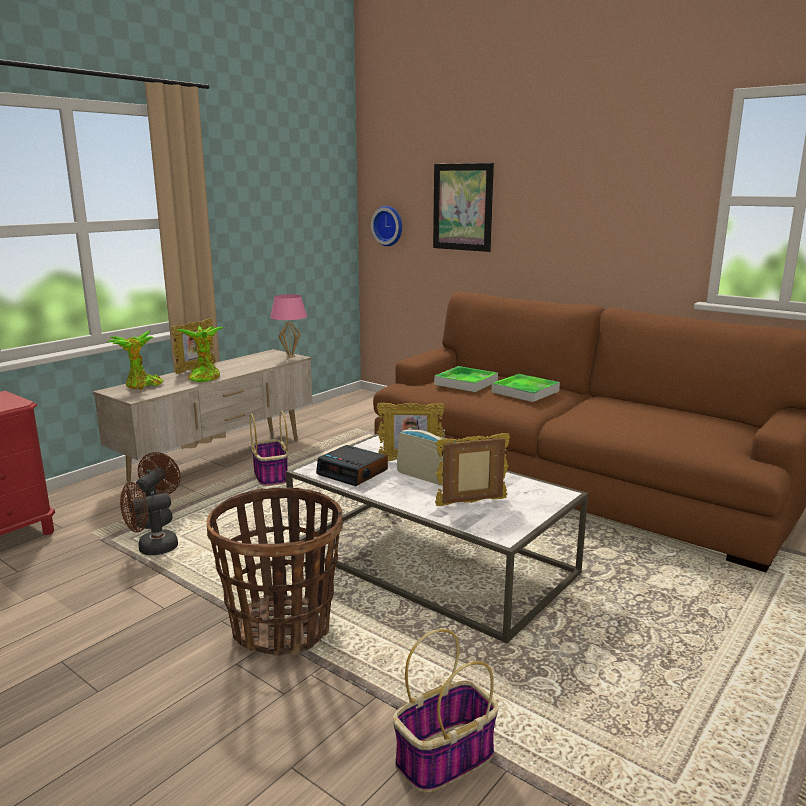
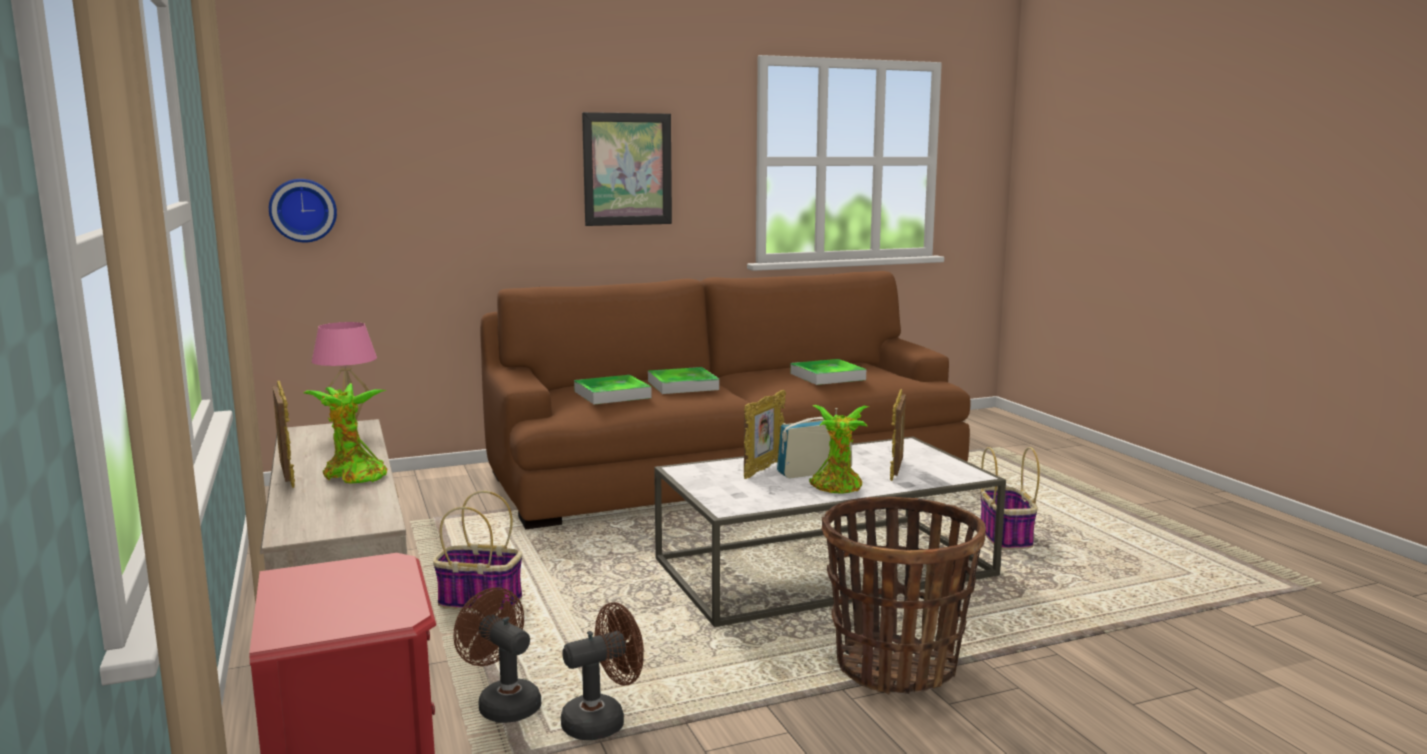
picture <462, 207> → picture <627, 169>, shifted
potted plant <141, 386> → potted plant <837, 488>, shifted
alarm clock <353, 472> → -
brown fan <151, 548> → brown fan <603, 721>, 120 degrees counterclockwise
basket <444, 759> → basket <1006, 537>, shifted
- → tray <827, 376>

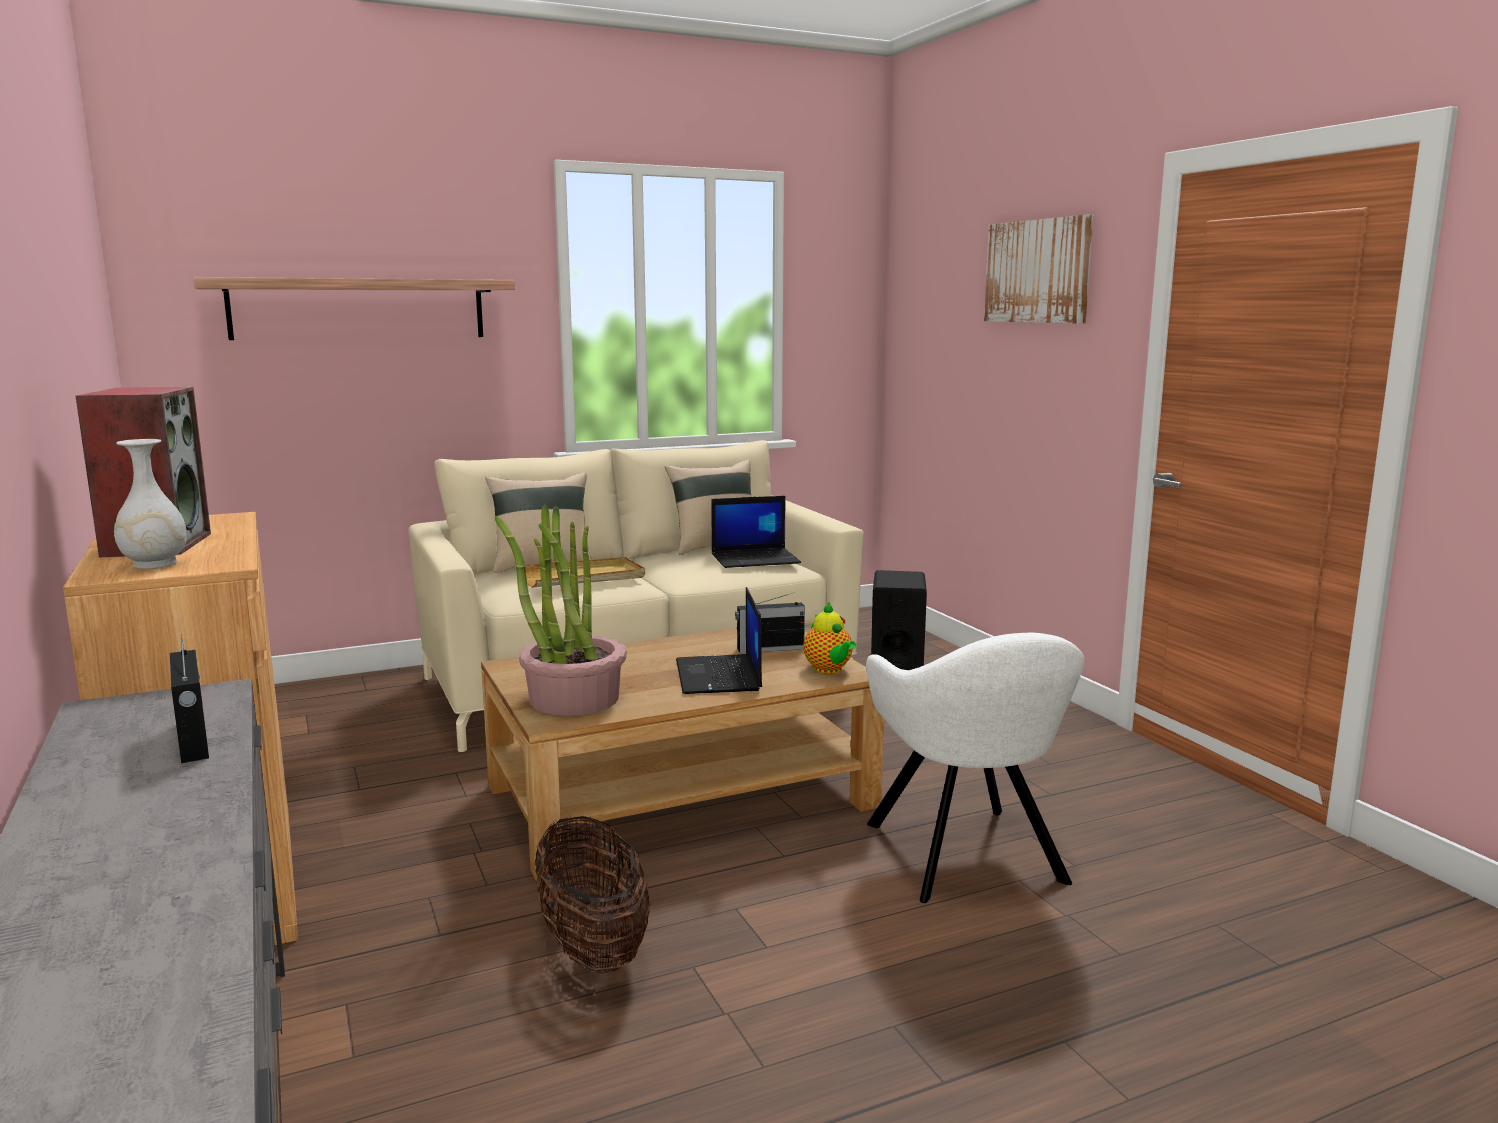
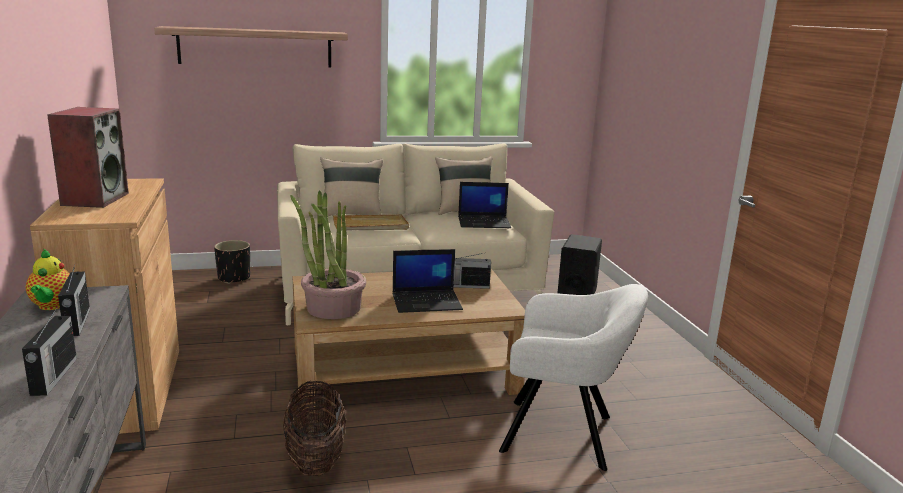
picture <1038, 271> → -
white vase <154, 564> → -
laptop <719, 676> → laptop <427, 302>, 105 degrees counterclockwise
teapot <829, 670> → teapot <51, 306>, shifted
white armchair <968, 857> → white armchair <563, 434>, 75 degrees counterclockwise
- → black planter <234, 278>
- → radio <53, 377>

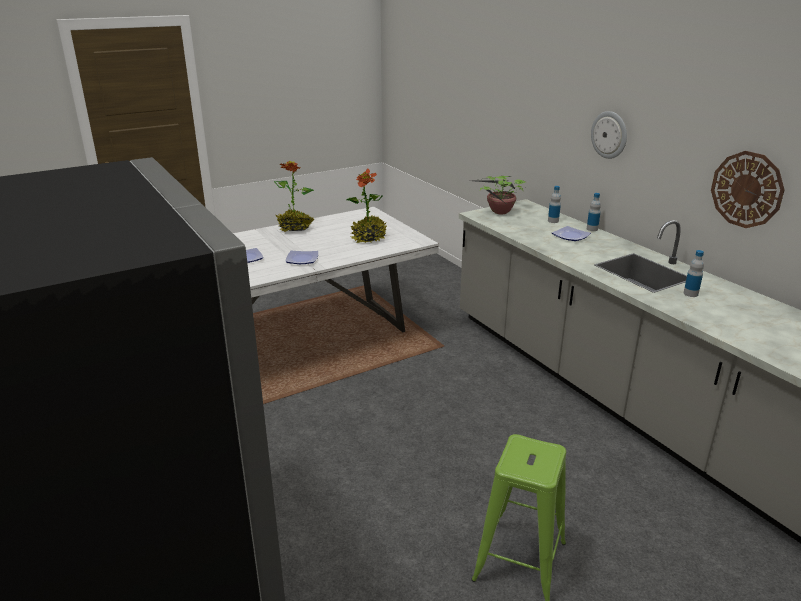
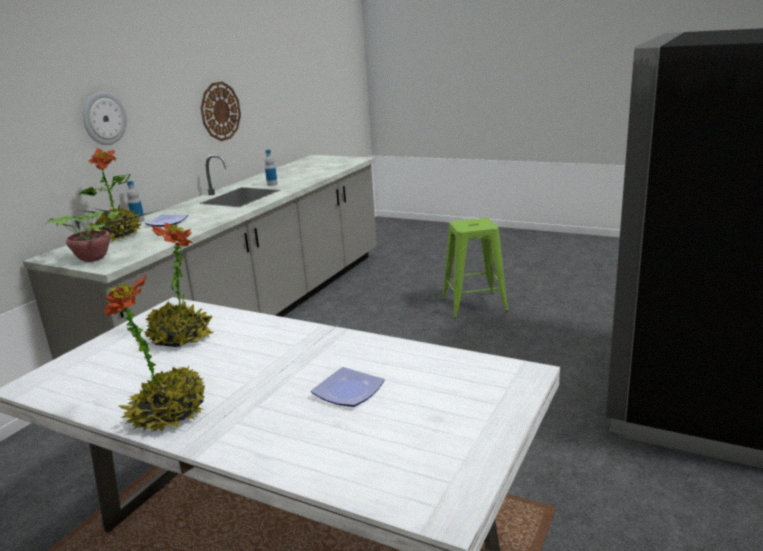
bottle <553, 221> → potted plant <118, 235>
plate <301, 259> → -

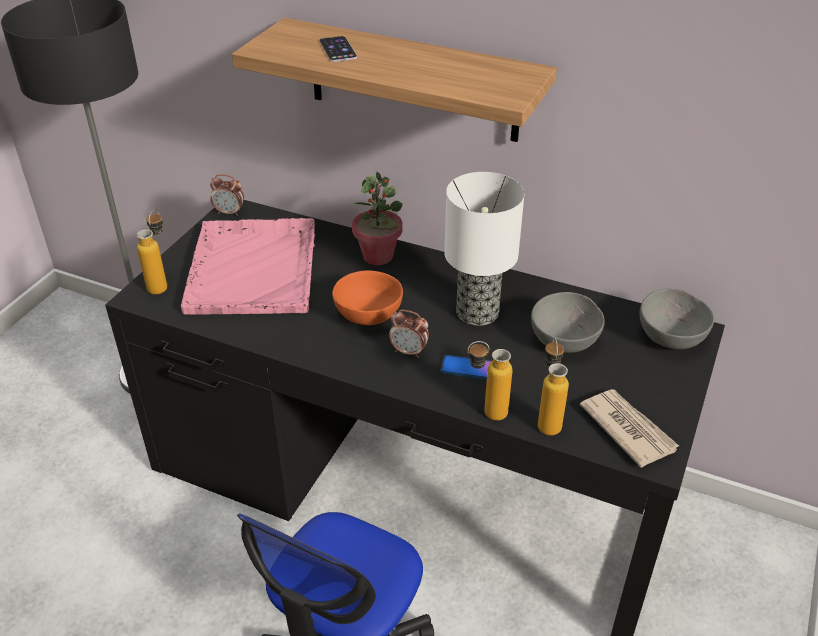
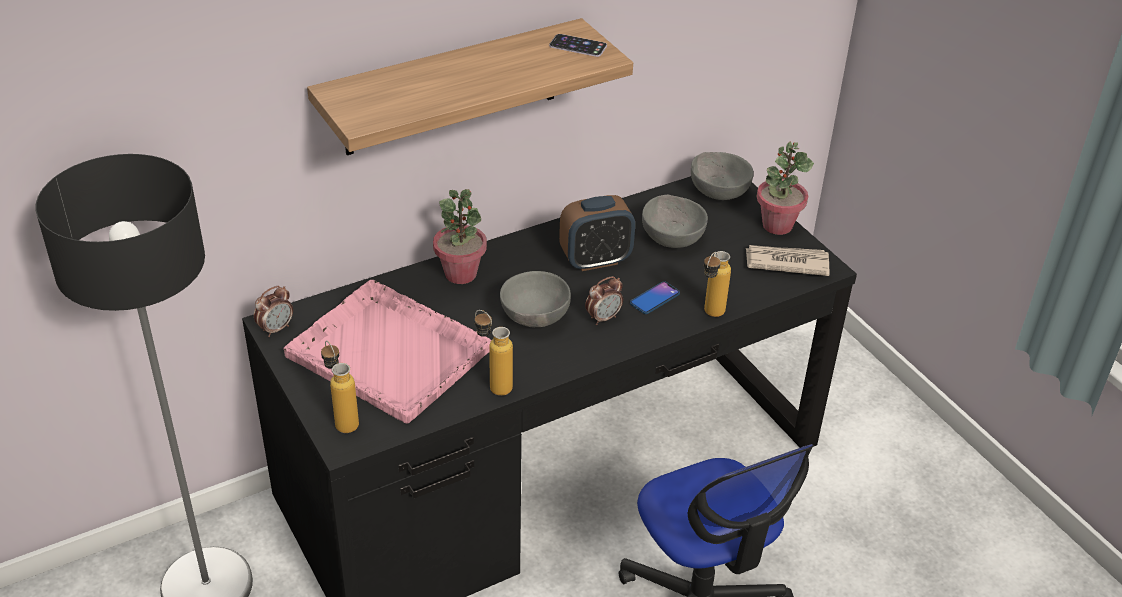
phone <338, 49> → phone <578, 46>, shifted
table lamp <478, 312> → alarm clock <595, 260>
orange bowl <366, 316> → grey bowl <534, 318>
bottle <547, 420> → bottle <493, 385>, shifted
- → potted plant <777, 225>

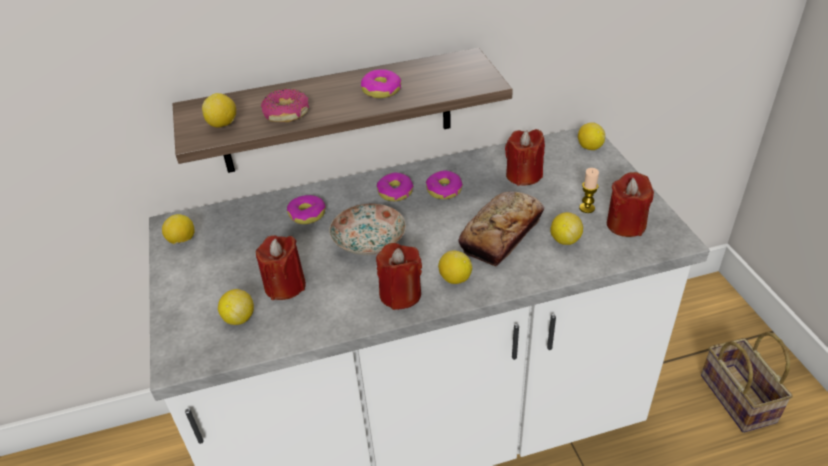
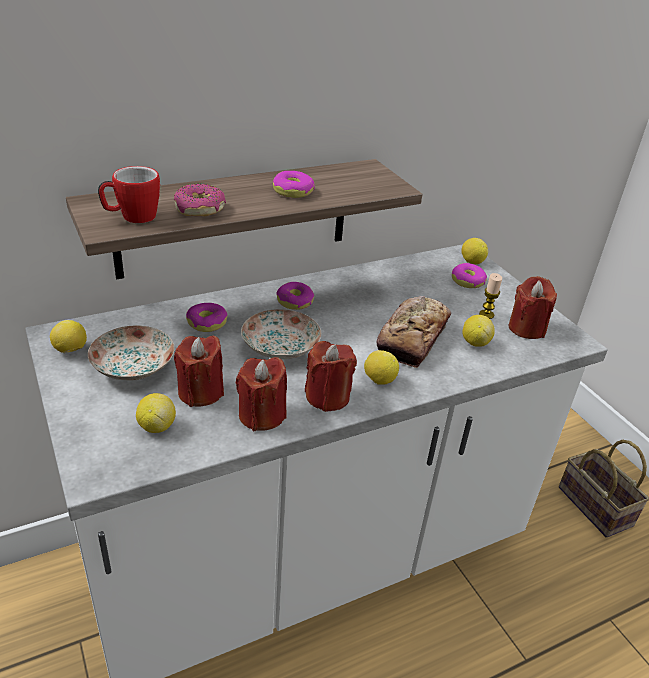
lemon <223, 125> → mug <132, 218>
red candle <523, 175> → red candle <261, 415>, shifted
donut <444, 190> → donut <468, 281>, shifted
- → plate <132, 366>

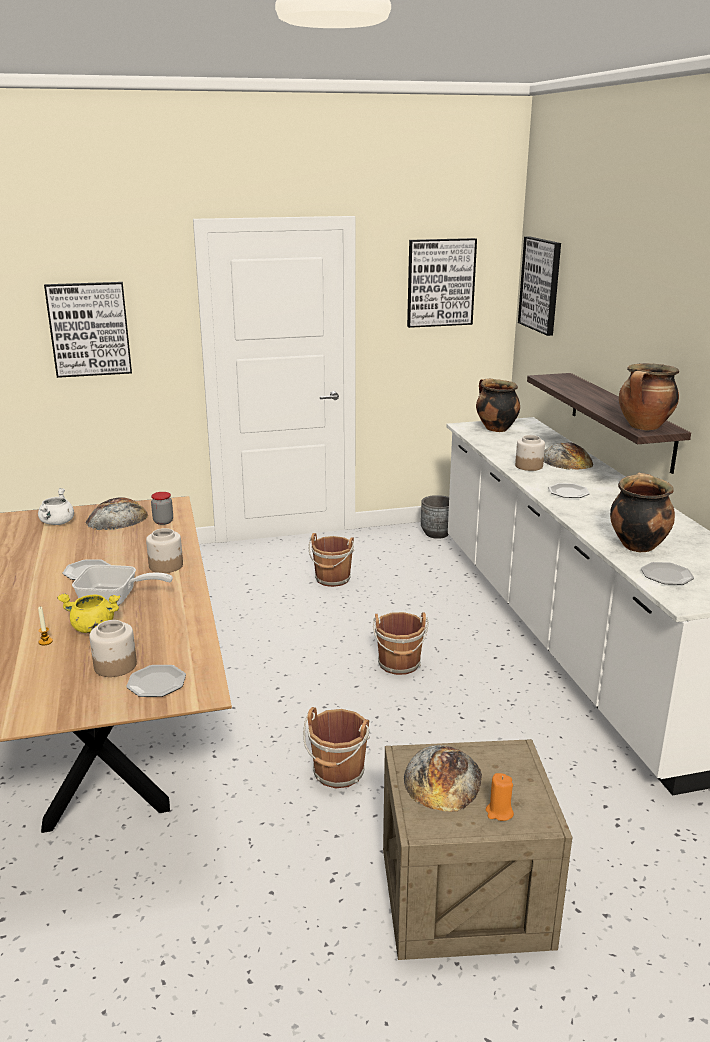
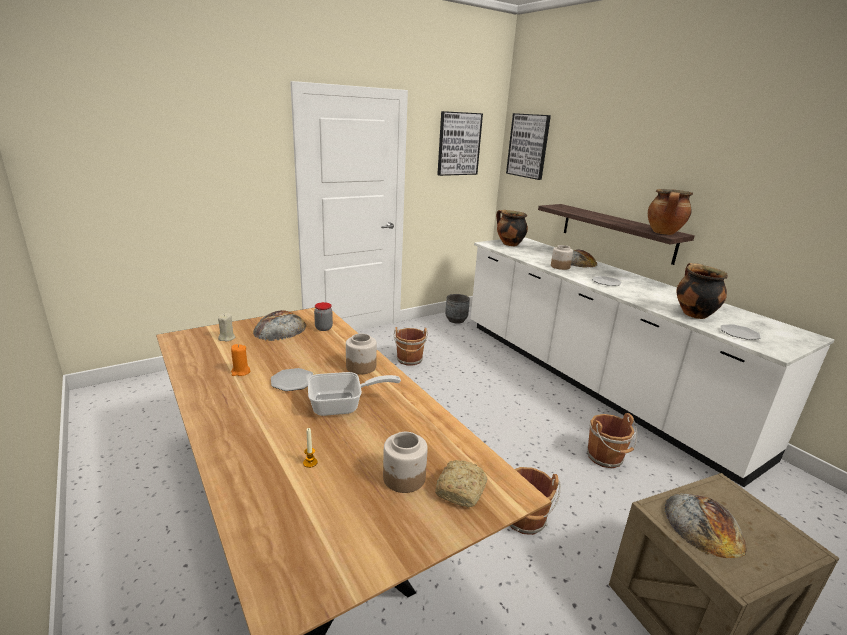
picture <89, 329> → -
white cooking pot <57, 523> → beige candle <227, 338>
yellow cooking pot <92, 628> → -
brown bucket <399, 665> → brown bucket <606, 458>, shifted
plate <157, 683> → bread <462, 490>
orange candle <499, 812> → orange candle <240, 372>, shifted

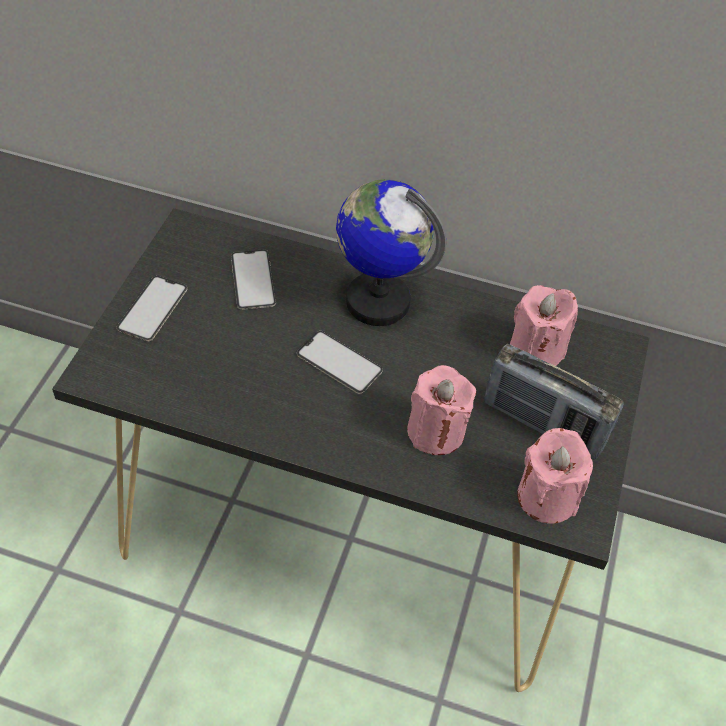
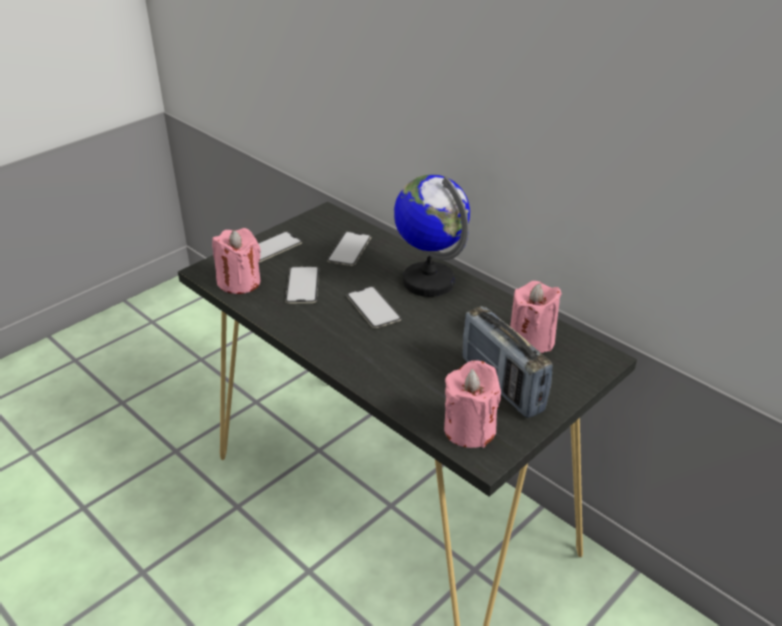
pink candle <436, 431> → pink candle <239, 282>, shifted
- → phone <302, 285>

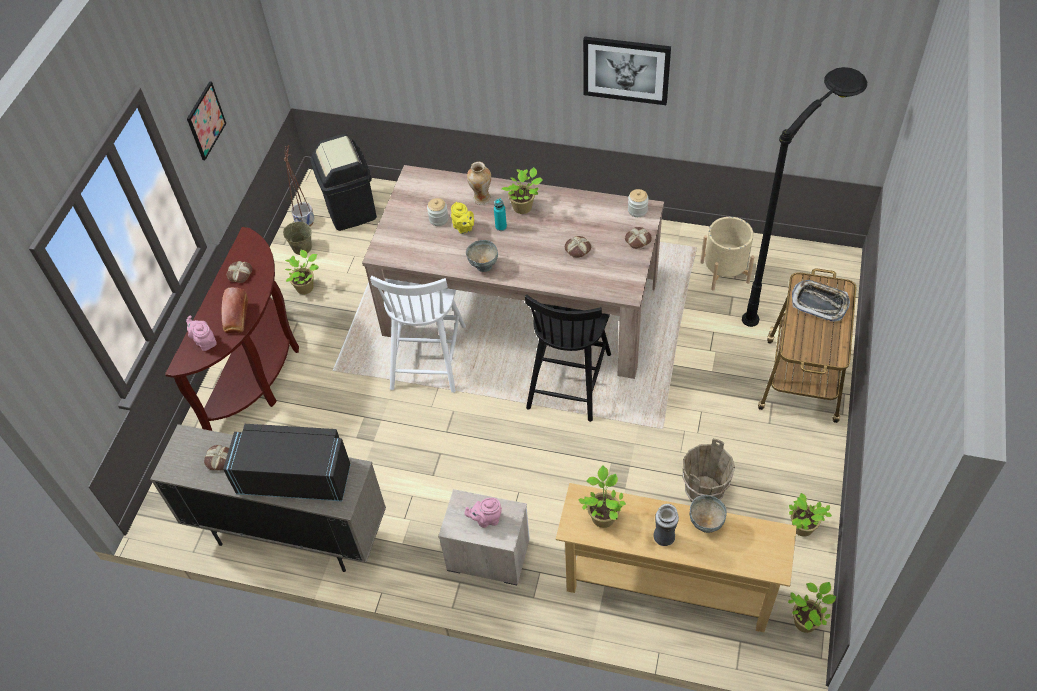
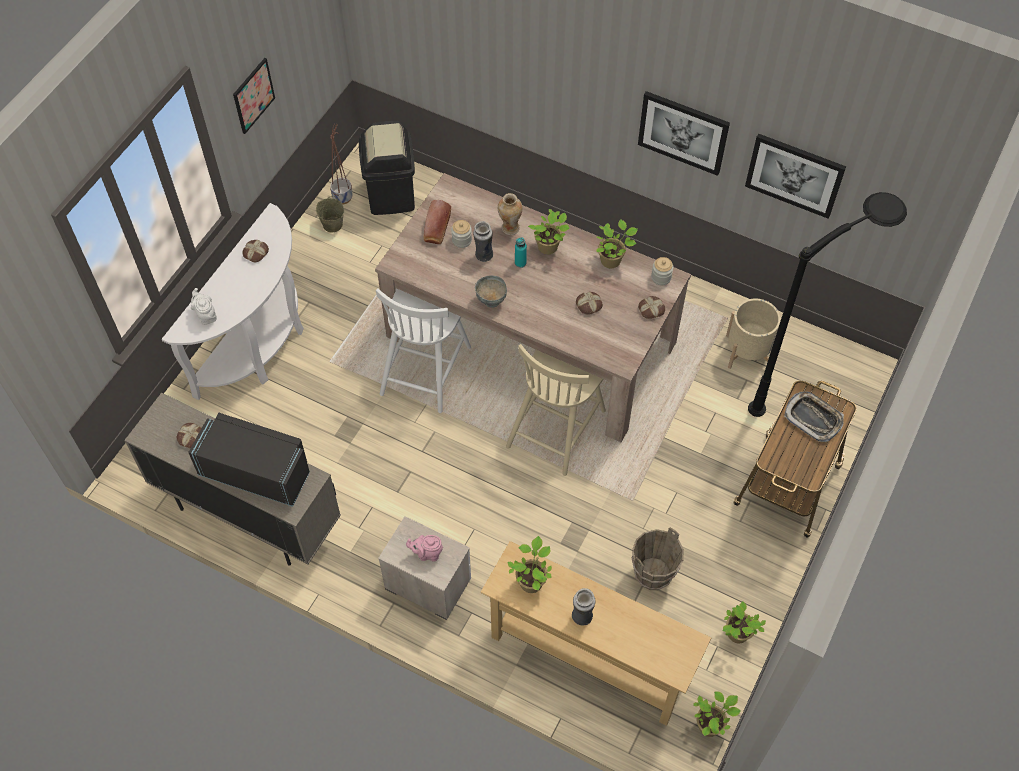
yellow teapot <464, 228> → vase <483, 256>
brown console table <259, 371> → white console table <259, 345>
potted plant <306, 287> → potted plant <612, 260>, shifted
bread <236, 318> → bread <437, 229>, shifted
black chair <569, 379> → beige chair <556, 426>
pink teapot <205, 342> → white teapot <206, 315>
grey bowl <705, 524> → -
- → picture <794, 175>

